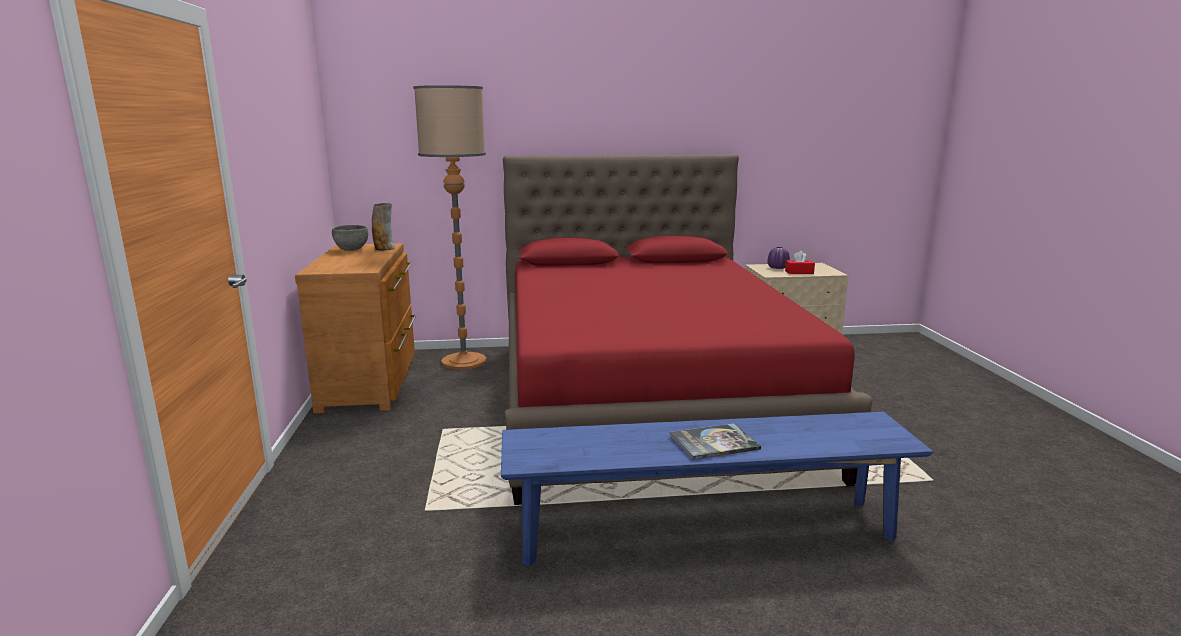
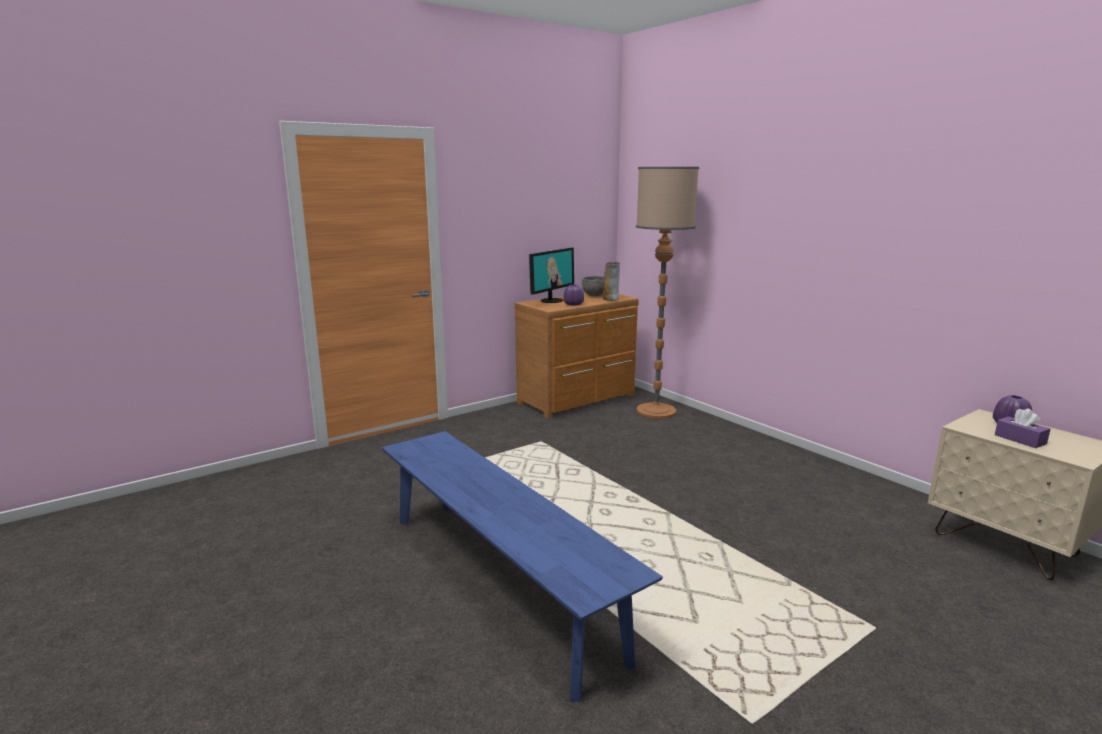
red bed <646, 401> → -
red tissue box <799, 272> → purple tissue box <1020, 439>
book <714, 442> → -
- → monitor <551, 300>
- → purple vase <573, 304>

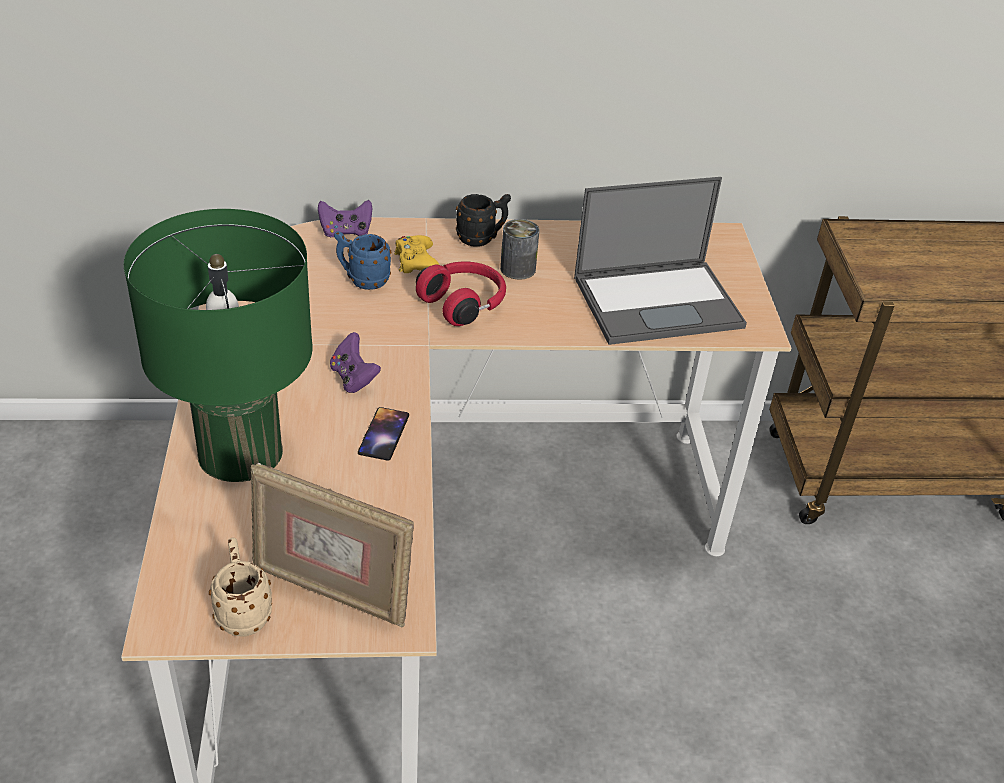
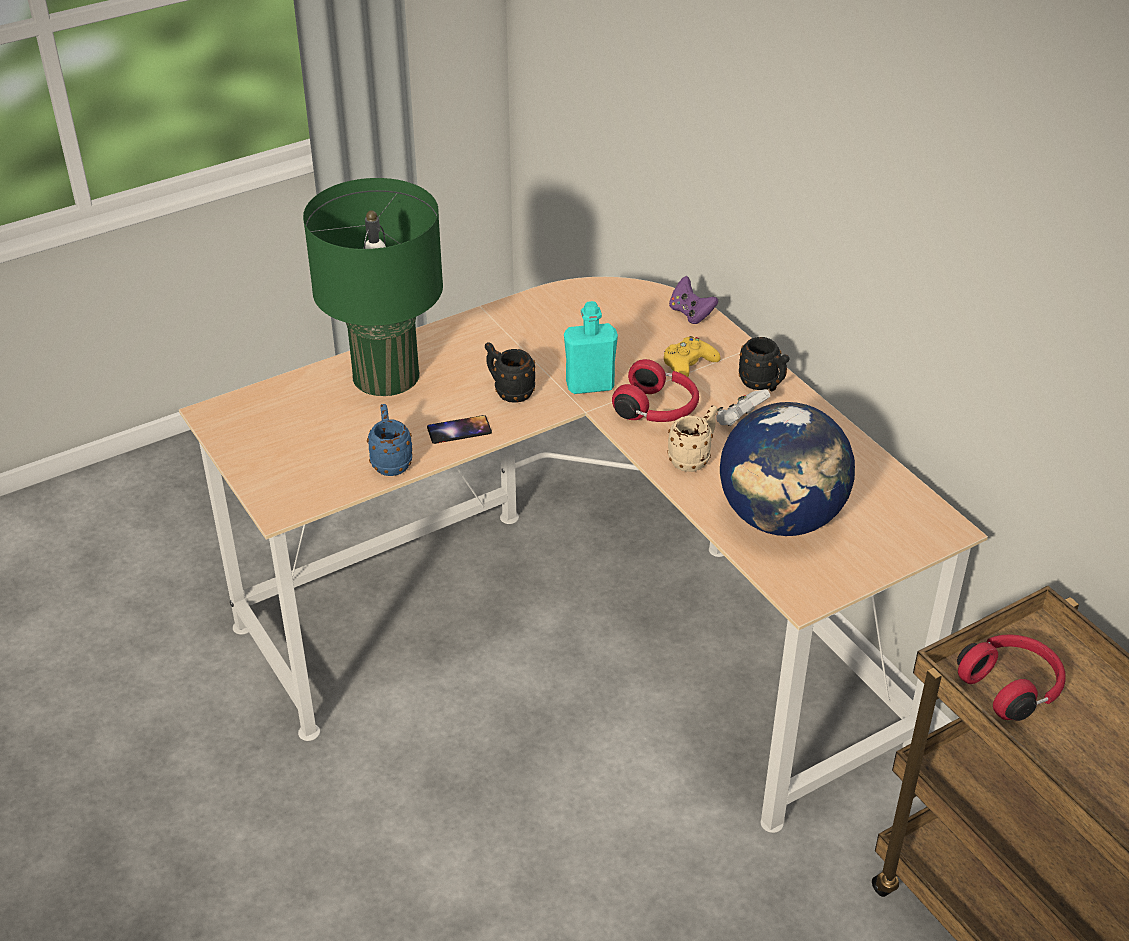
laptop <659, 301> → globe <781, 519>
can <518, 269> → white game controller <740, 420>
blue mug <362, 280> → blue mug <390, 461>, shifted
purple game controller <353, 378> → black mug <509, 391>
picture frame <331, 591> → -
beige mug <242, 611> → beige mug <693, 458>, shifted
- → turquoise bottle <590, 385>
- → red headphones <1011, 687>

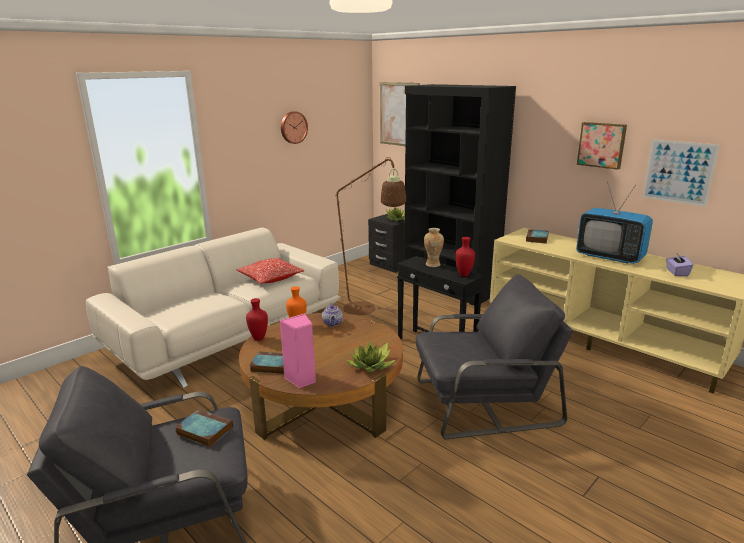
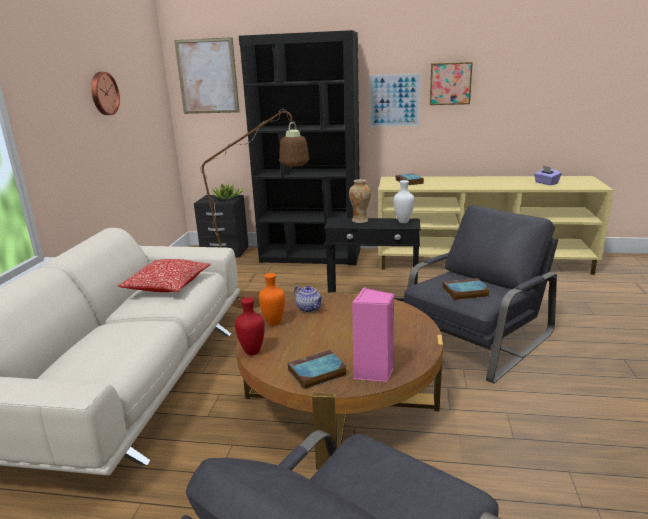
picture <678, 172> → picture <394, 100>, shifted
television <610, 257> → -
red vase <464, 275> → white vase <404, 222>
potted plant <371, 366> → -
book <203, 431> → book <464, 292>, shifted

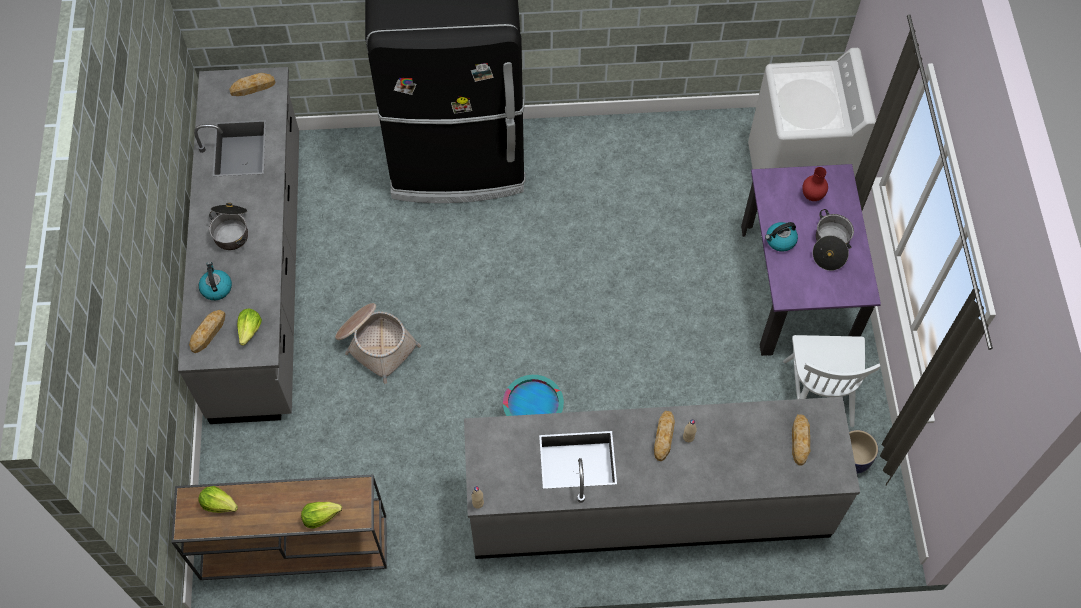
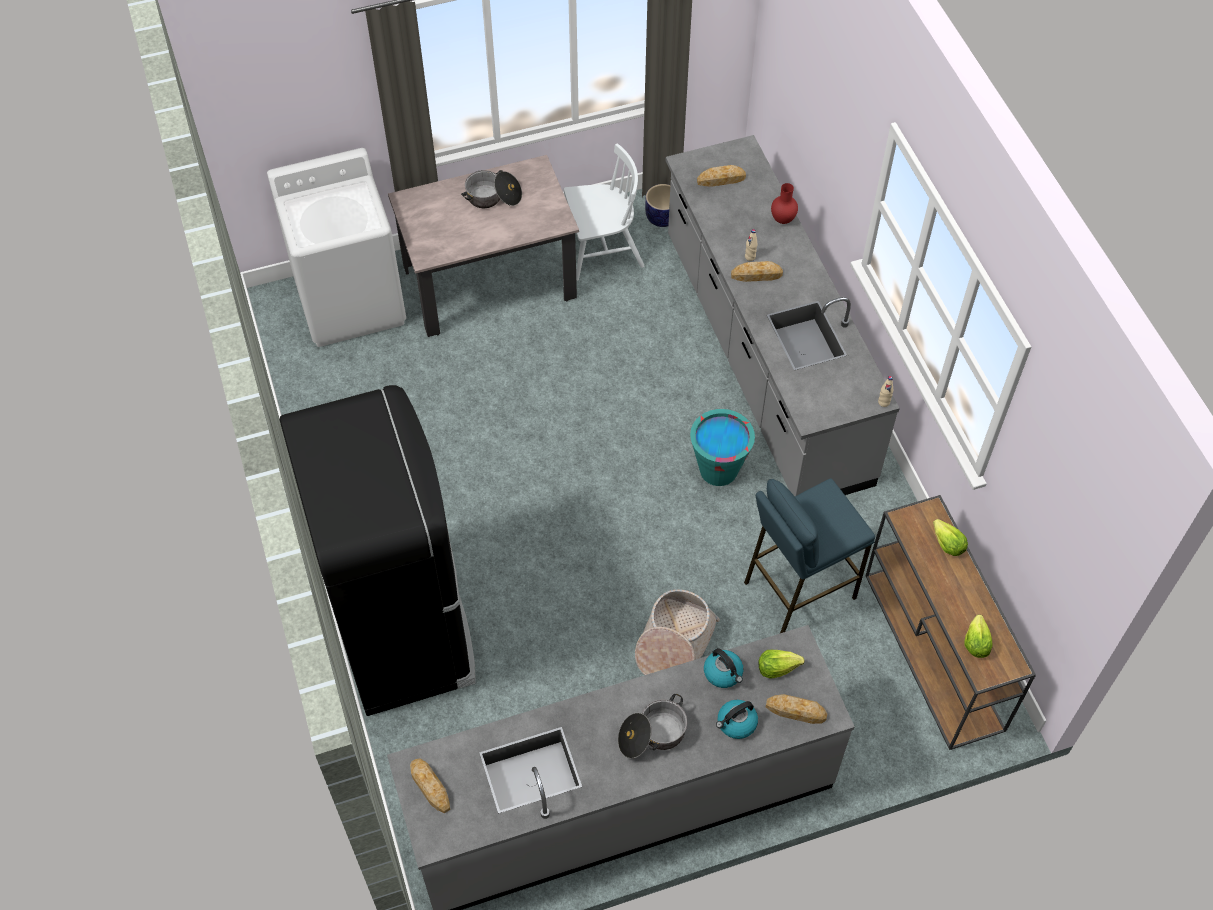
purple dining table <796, 287> → beige dining table <489, 282>
red vase <811, 196> → red vase <783, 220>, shifted
kettle <780, 241> → kettle <723, 673>, shifted
- → blue stool <798, 589>

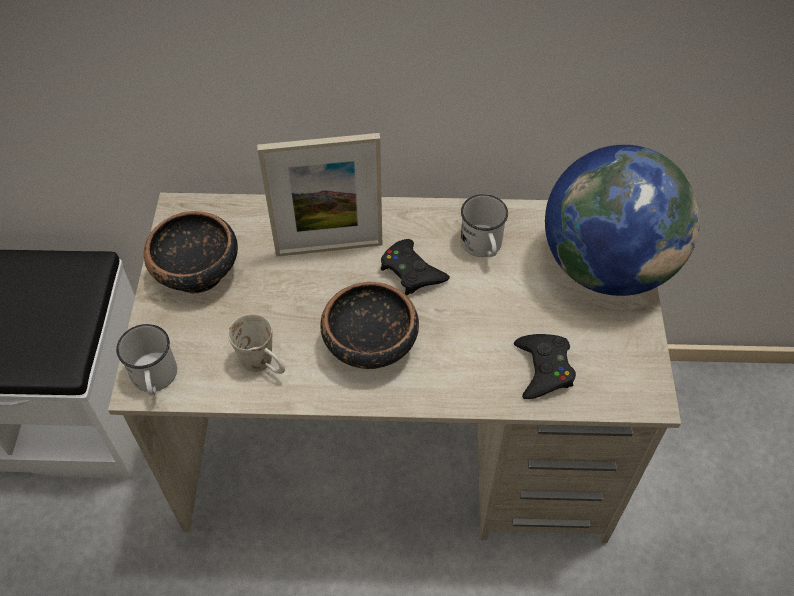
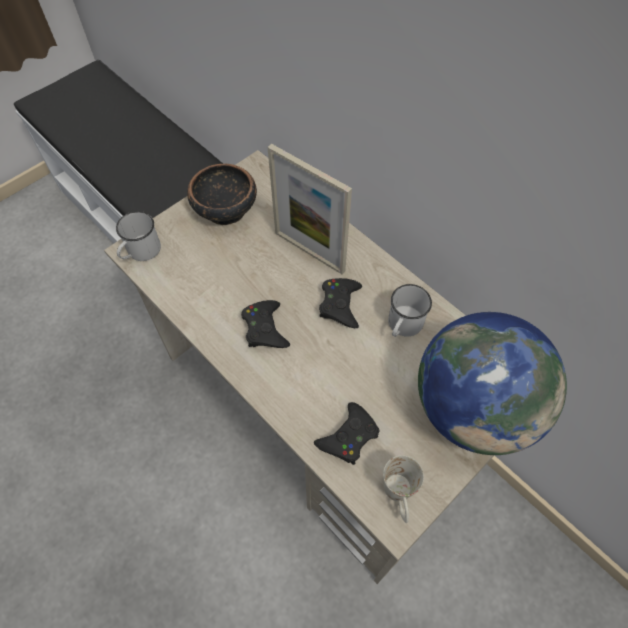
bowl <369, 345> → black game controller <265, 328>
white mug <264, 364> → white mug <399, 497>, shifted

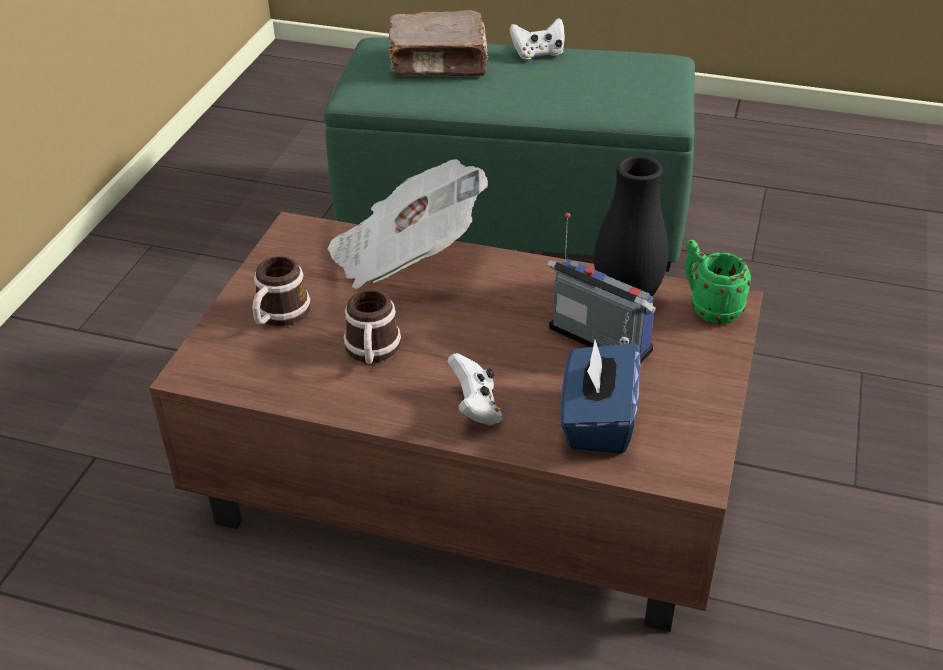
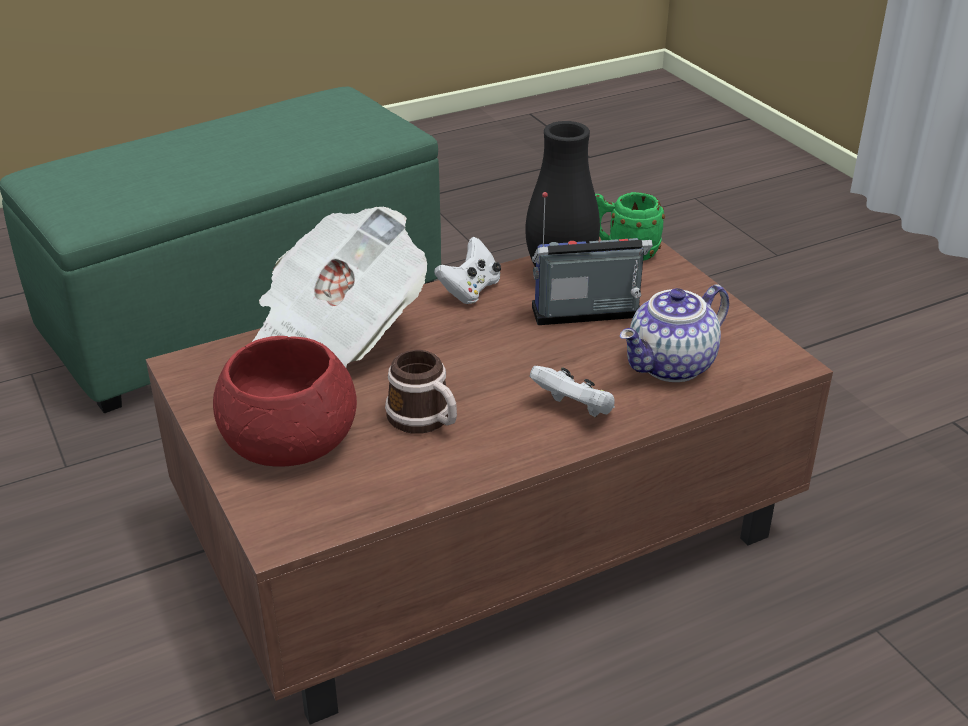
brown book <439, 63> → -
white game controller <538, 54> → white game controller <470, 290>, shifted
mug <278, 316> → red bowl <291, 441>
blue tissue box <597, 421> → teapot <672, 366>

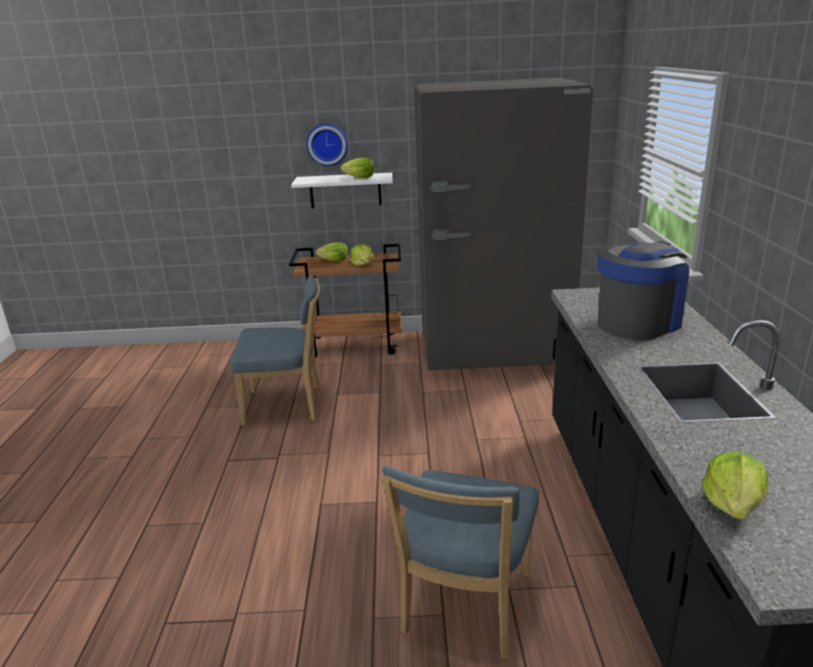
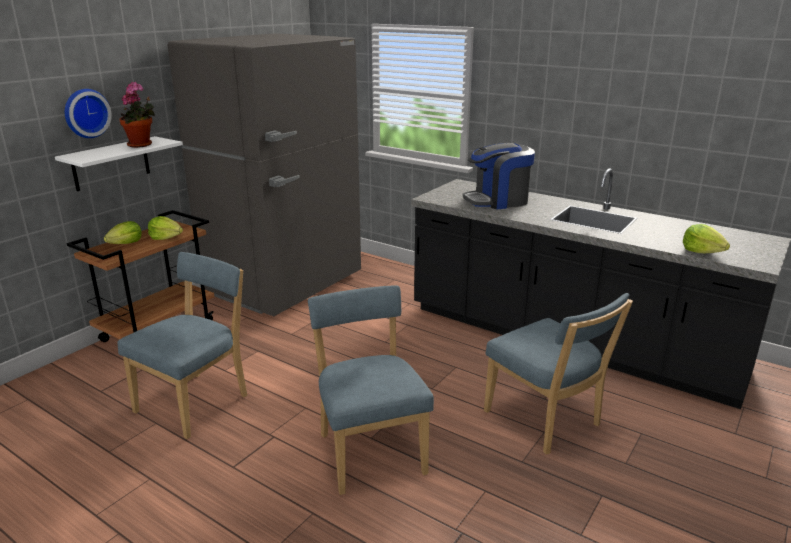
lettuce <360, 178> → potted plant <142, 145>
coffee machine <638, 323> → coffee machine <497, 200>, 105 degrees counterclockwise
- → blue chair <370, 450>

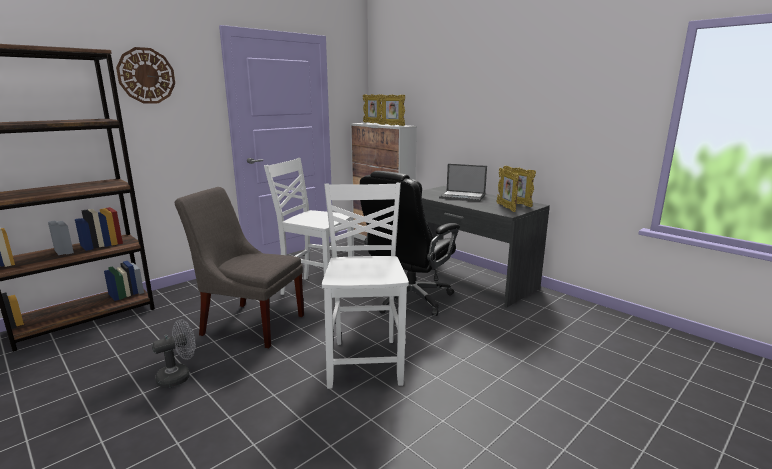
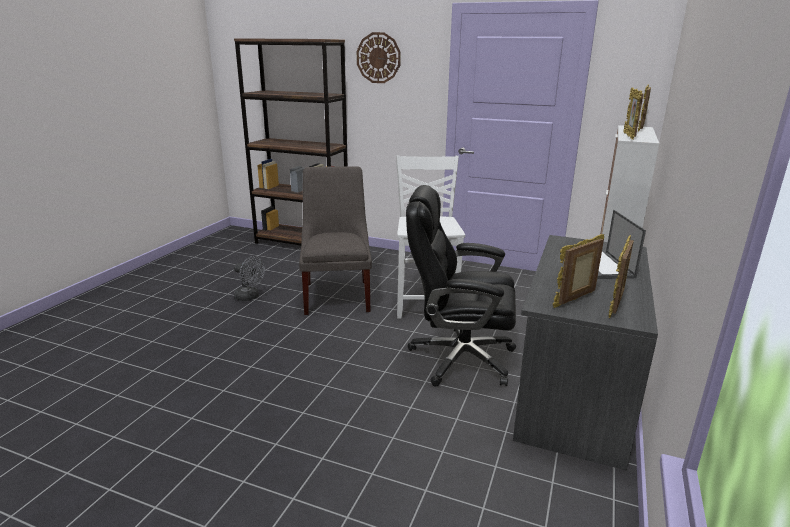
white chair <366, 361> → -

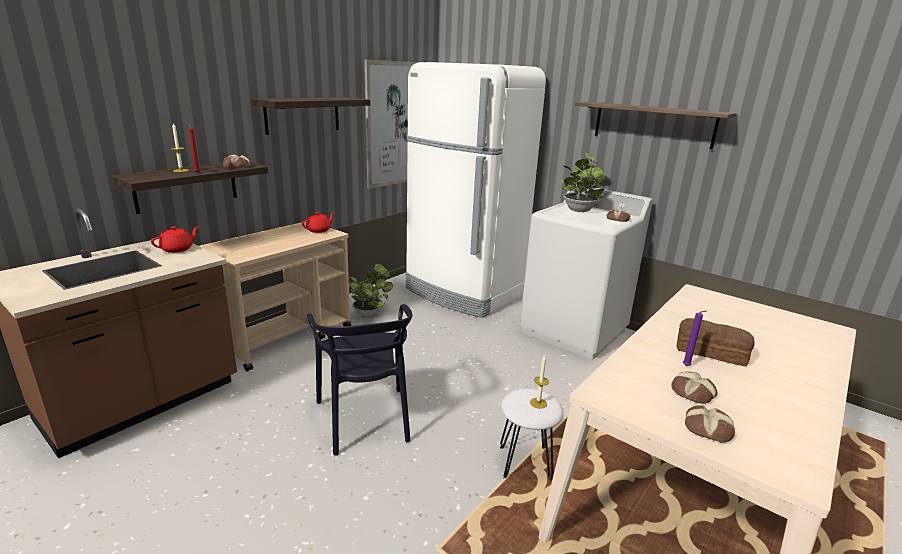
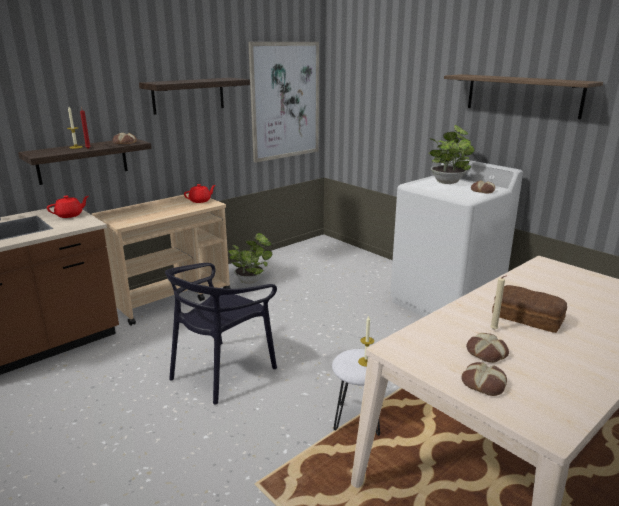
white fridge <463, 293> → -
black chair <365, 419> → black chair <222, 371>, 45 degrees clockwise
purple candle <687, 367> → beige candle <494, 330>

